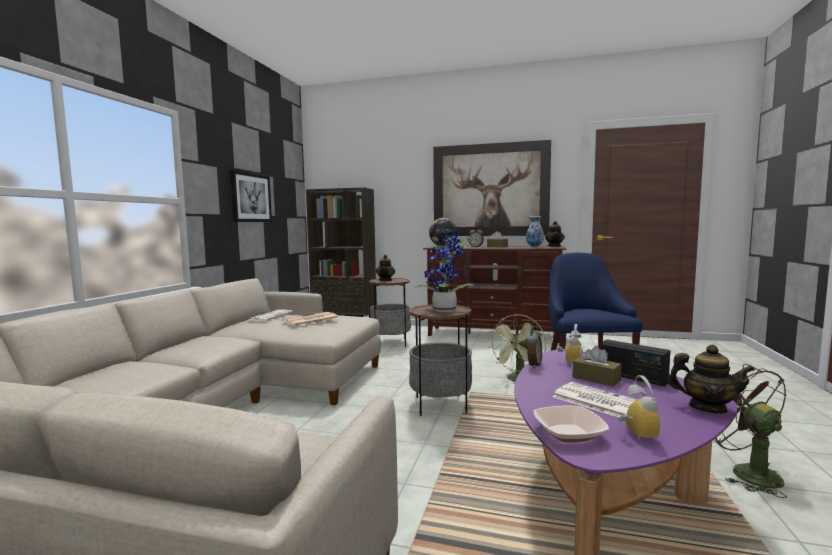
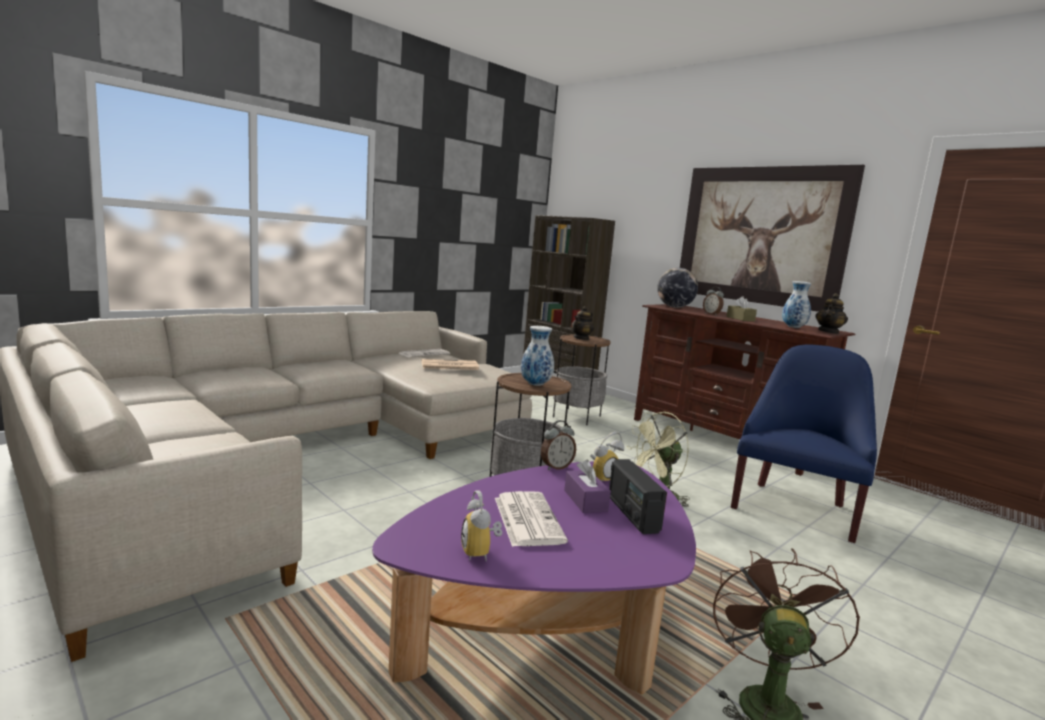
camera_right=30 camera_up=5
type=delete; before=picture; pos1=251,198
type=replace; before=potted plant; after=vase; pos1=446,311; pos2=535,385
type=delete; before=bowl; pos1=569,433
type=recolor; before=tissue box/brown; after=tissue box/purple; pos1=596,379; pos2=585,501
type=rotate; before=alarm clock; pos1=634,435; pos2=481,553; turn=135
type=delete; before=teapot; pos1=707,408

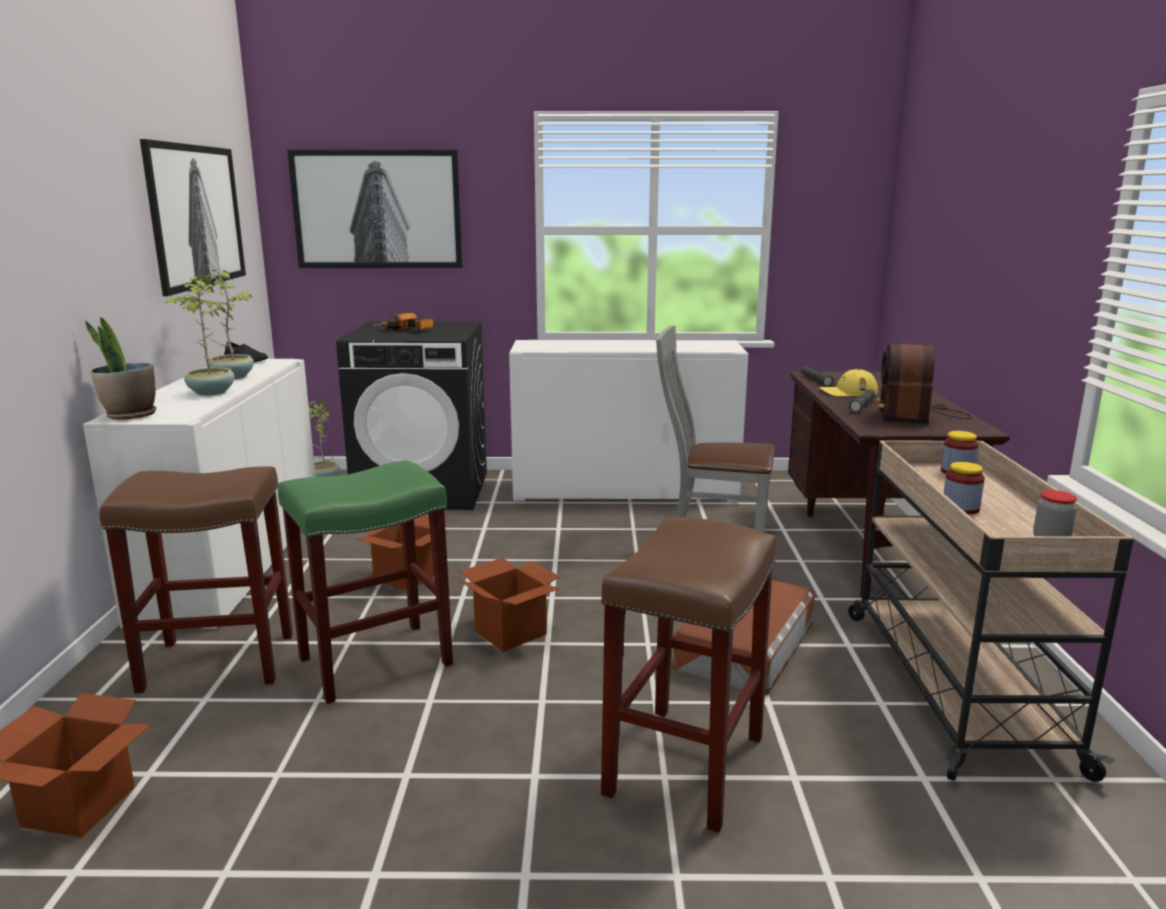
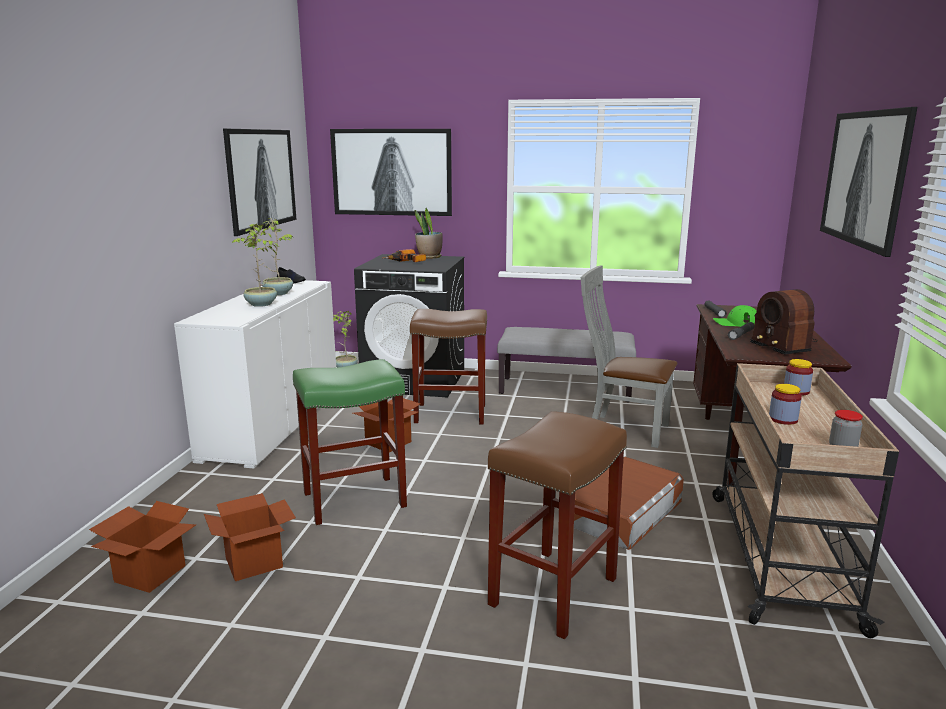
camera_right=10 camera_up=0
type=move; before=potted plant; pos1=130,415; pos2=429,257
type=move; before=stool/brown; pos1=221,661; pos2=451,413
type=move; before=cardboard box; pos1=510,633; pos2=254,563
type=replace; before=cabinet/white; after=bench/grey; pos1=624,490; pos2=565,389
type=recolor; before=cap/yellow; after=cap/green; pos1=848,392; pos2=736,323
type=rotate; before=radio; pos1=917,415; pos2=782,344; turn=-45
type=insert; after=picture; pos2=866,178

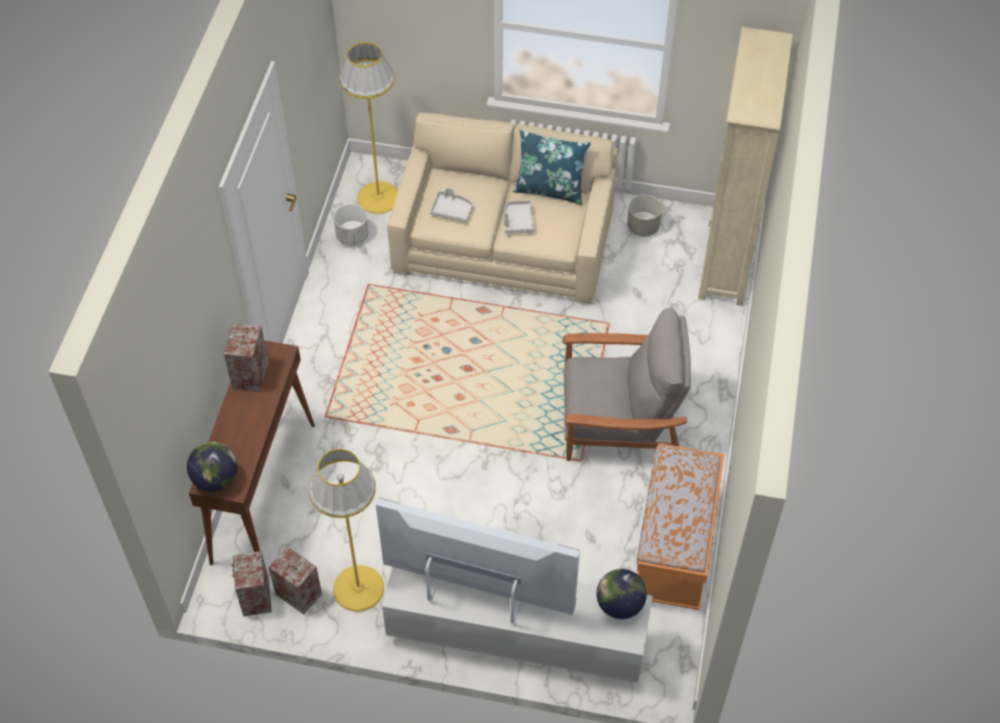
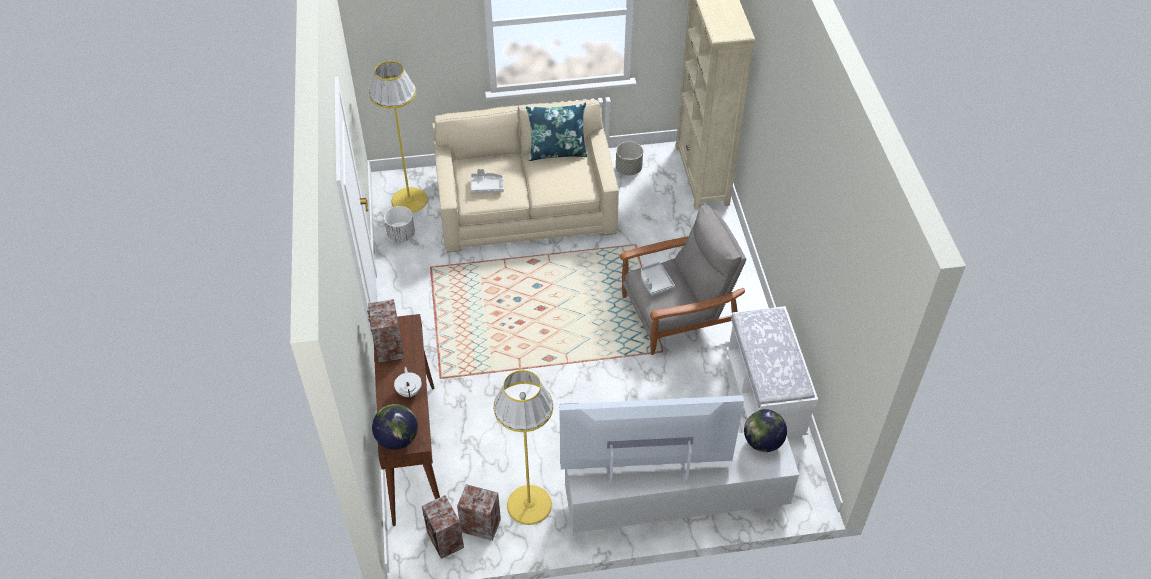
camera_right=-20 camera_up=-5
type=move; before=tray/grey; pos1=518,221; pos2=655,282
type=recolor; before=bench/orange; after=bench/white; pos1=674,548; pos2=765,395
type=insert; after=teapot/white; pos2=409,391

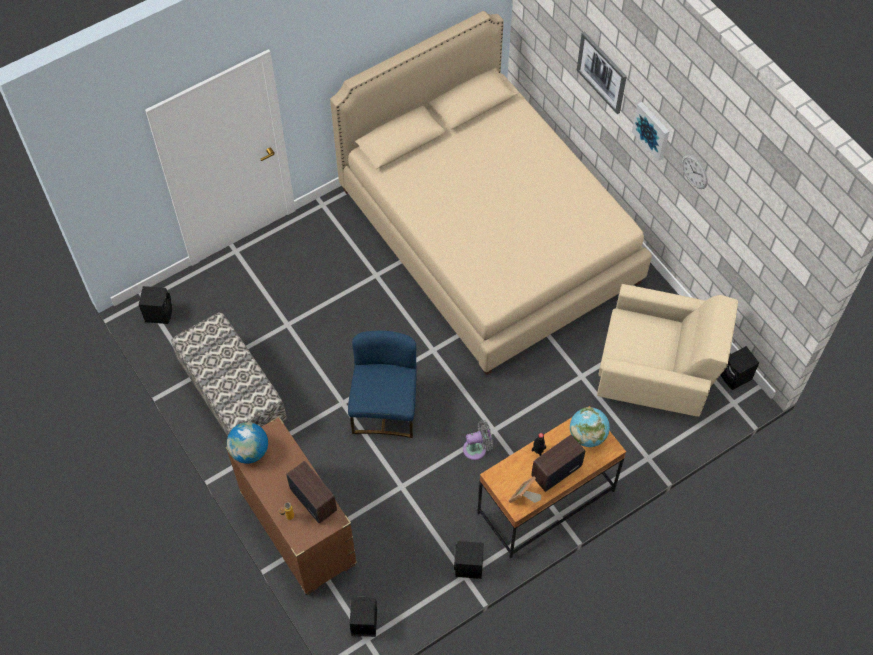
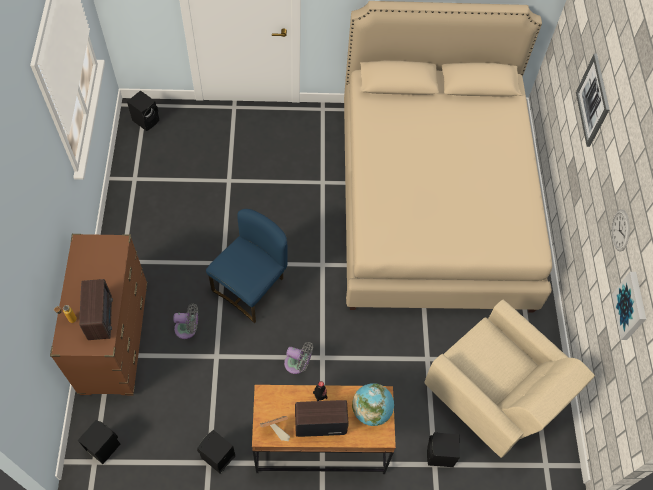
camera_right=30 camera_up=0
type=delete; before=bench; pos1=233,396
type=delete; before=globe; pos1=249,451
type=move; before=picture; pos1=652,130; pos2=631,306
type=move; before=speaker/black; pos1=736,377; pos2=440,456
type=insert; after=fan/grey; pos2=188,329

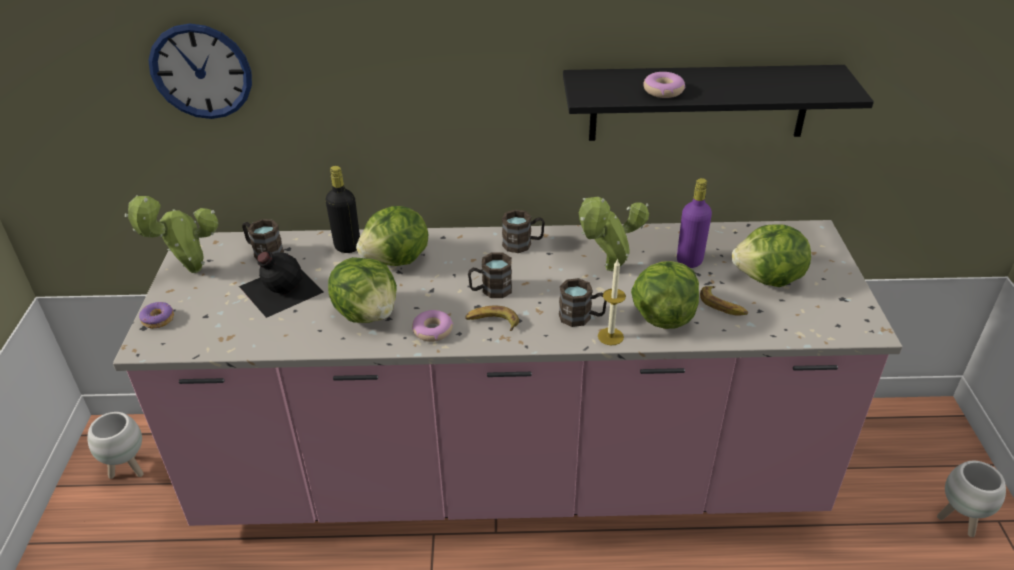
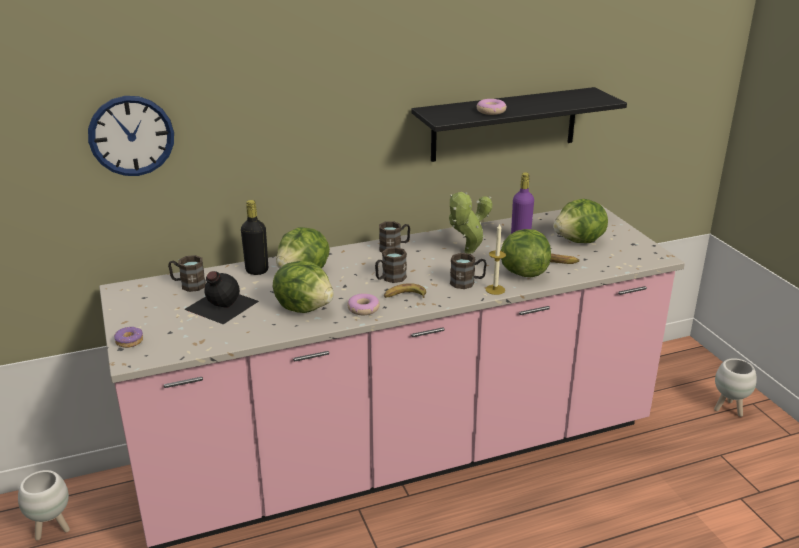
camera_right=-20 camera_up=-10
type=delete; before=potted plant; pos1=190,271

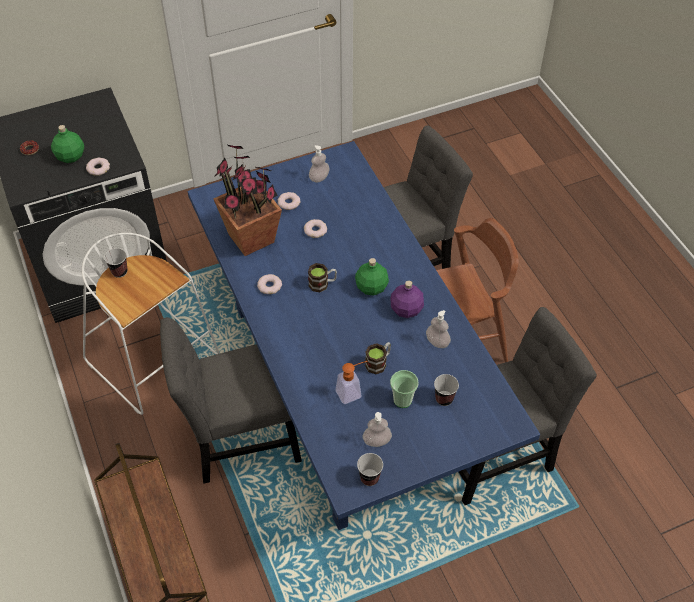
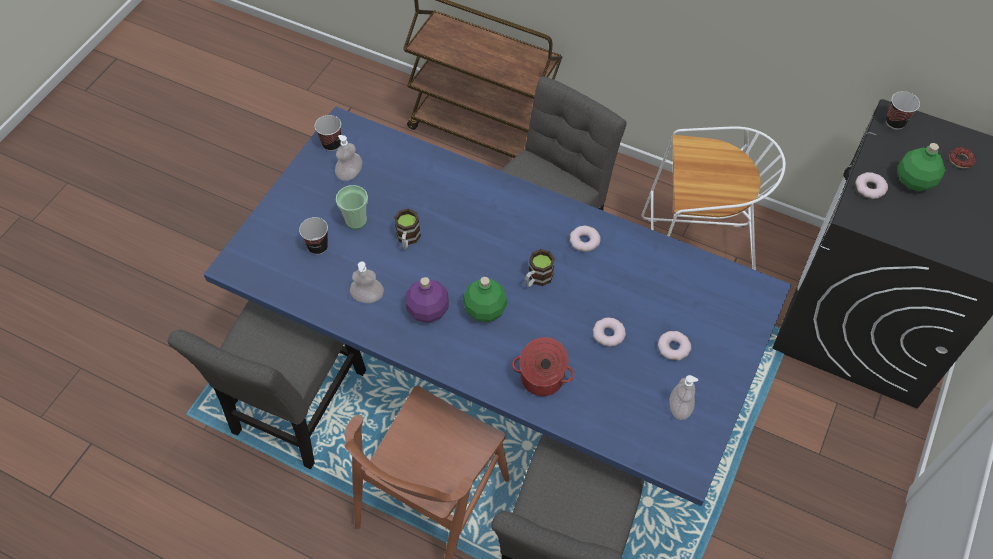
camera_right=140 camera_up=5
type=move; before=cup; pos1=119,272; pos2=895,122
type=delete; before=potted plant; pos1=252,239
type=delete; before=soap dispenser; pos1=352,392
type=insert; after=cooking pot; pos2=542,379

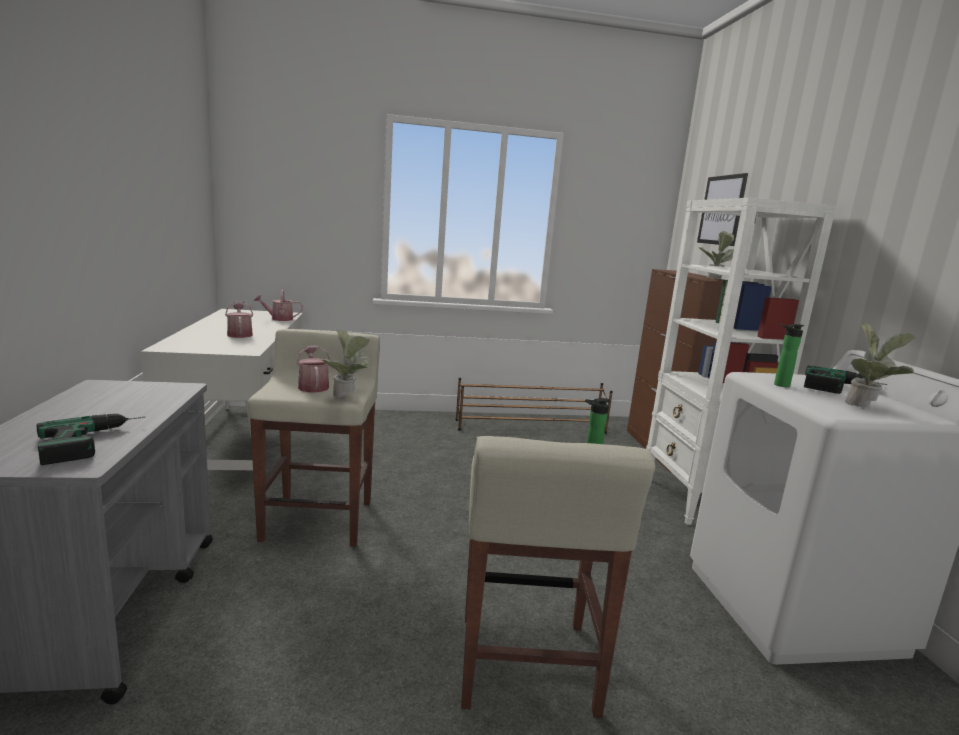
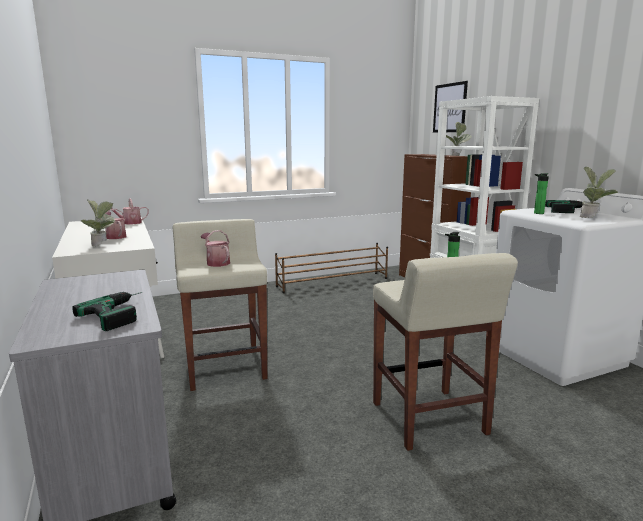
camera_right=-15 camera_up=0
type=move; before=potted plant; pos1=348,396; pos2=103,245

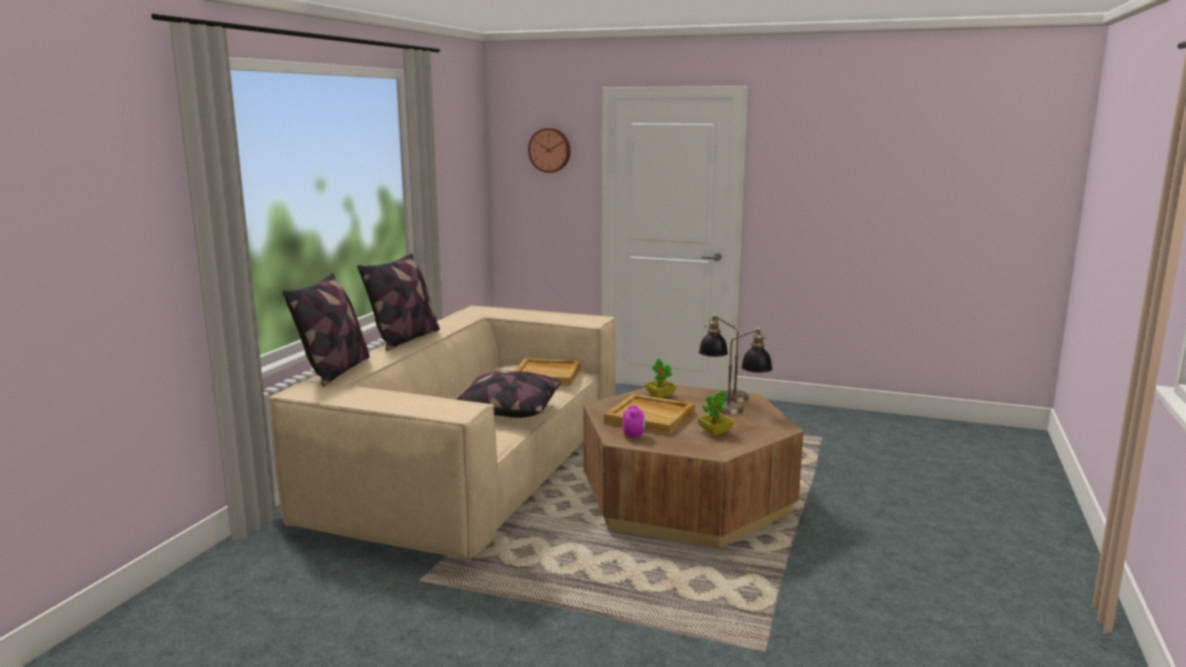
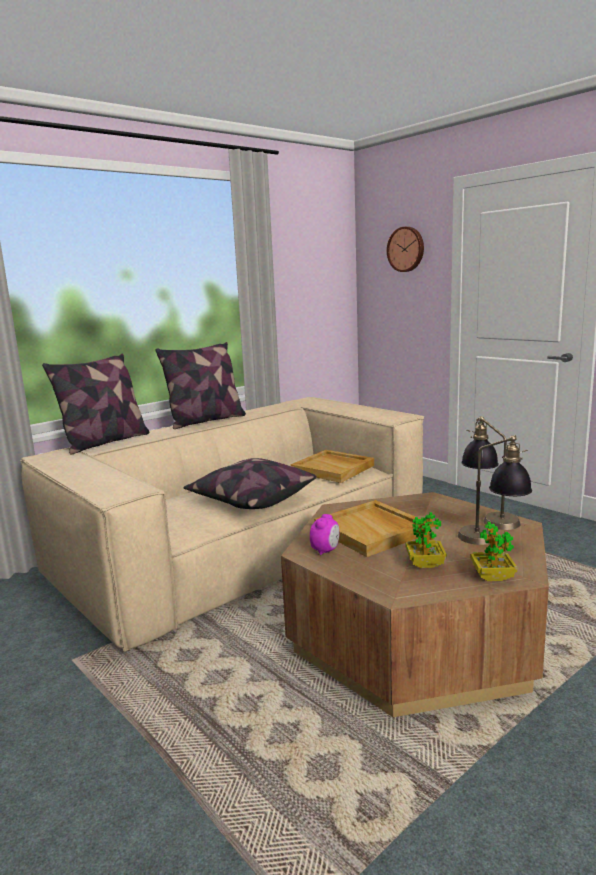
camera_right=30 camera_up=0
type=move; before=potted plant; pos1=660,395; pos2=492,577

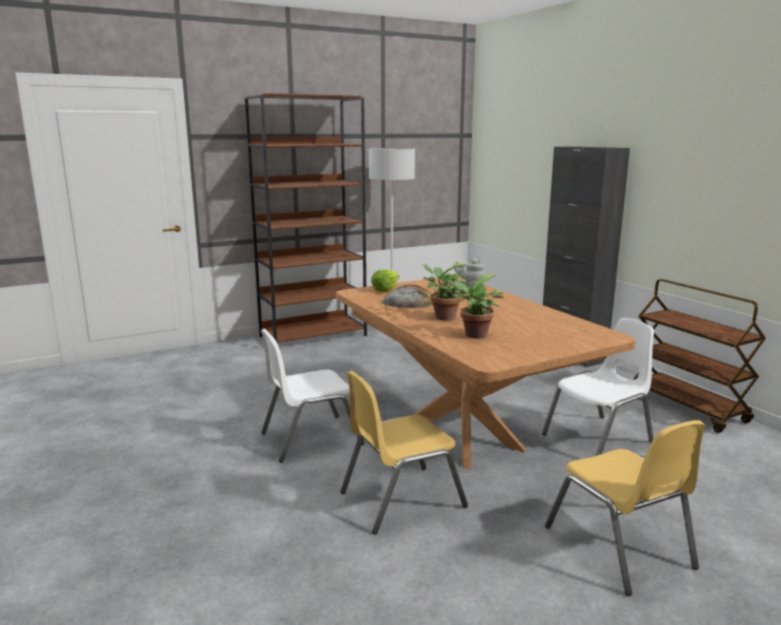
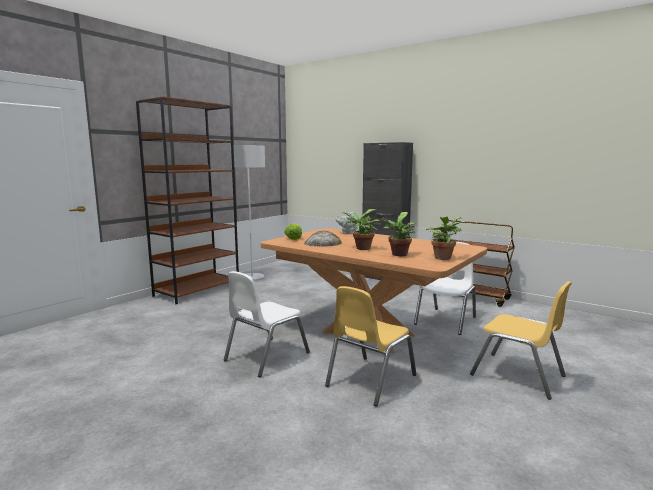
camera_right=-25 camera_up=-5
type=insert; after=potted plant; pos2=443,257

